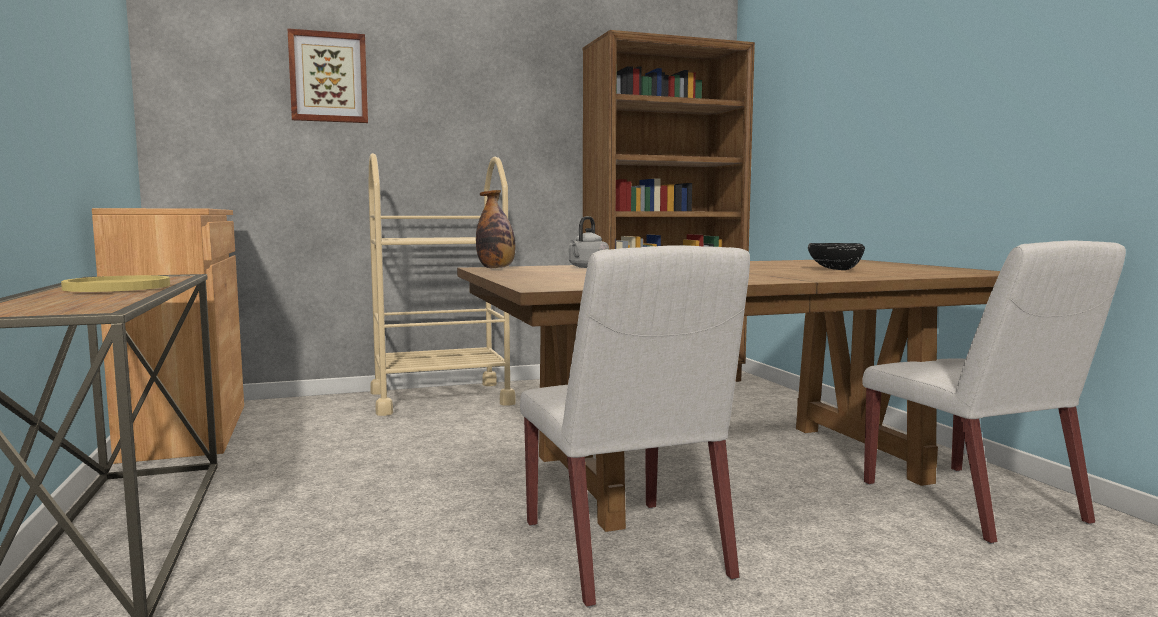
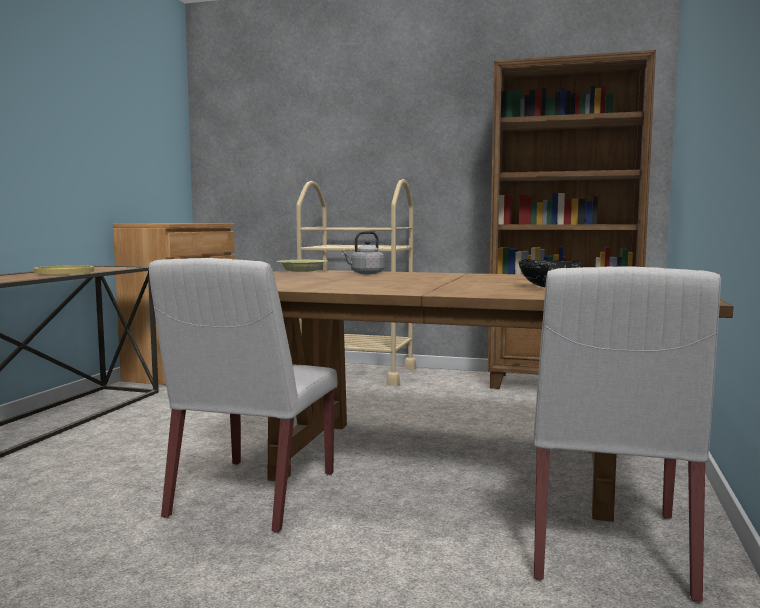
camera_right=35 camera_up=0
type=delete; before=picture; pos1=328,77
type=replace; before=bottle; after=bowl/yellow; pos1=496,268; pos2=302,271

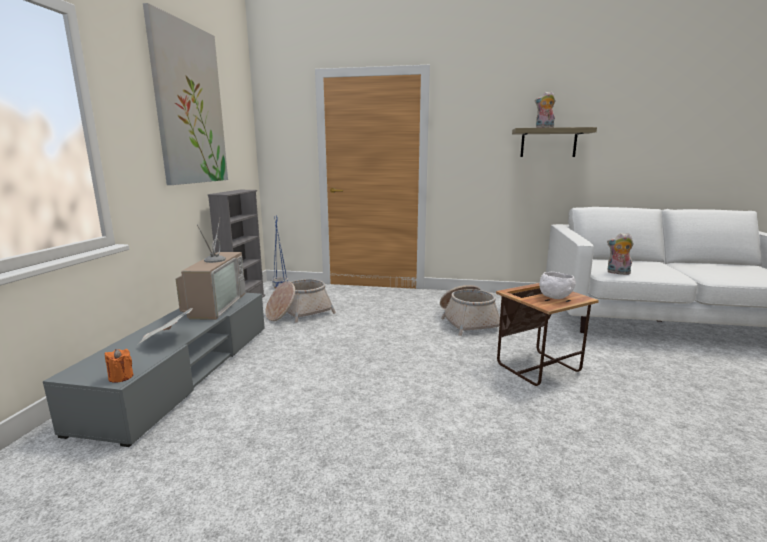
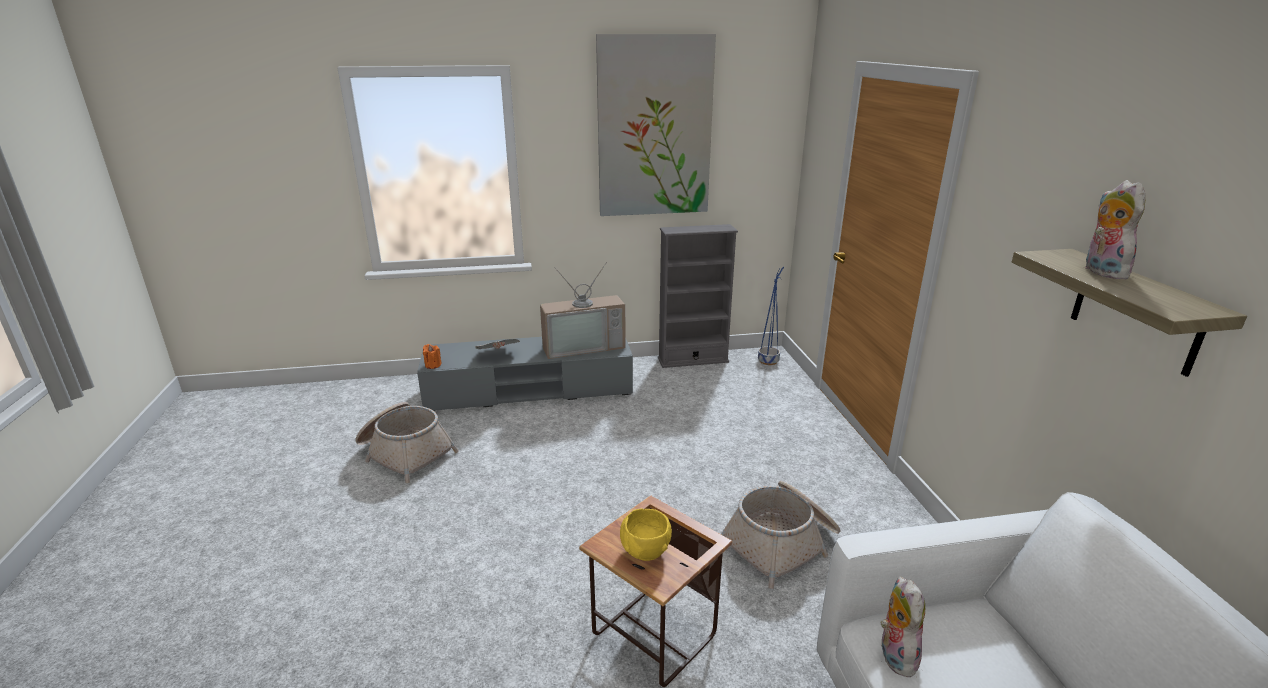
camera_right=70 camera_up=10
type=move; before=basket; pos1=299,313; pos2=405,453
type=recolor; before=bowl/white; after=bowl/yellow; pos1=555,297; pos2=645,552

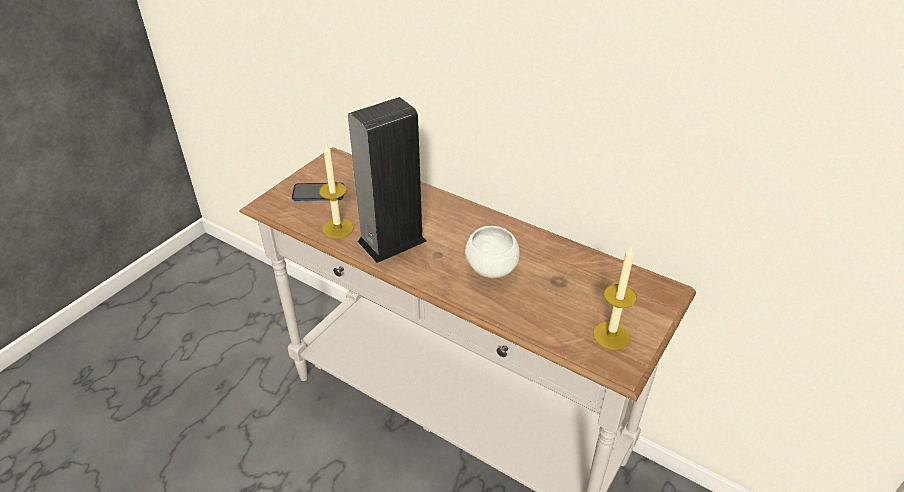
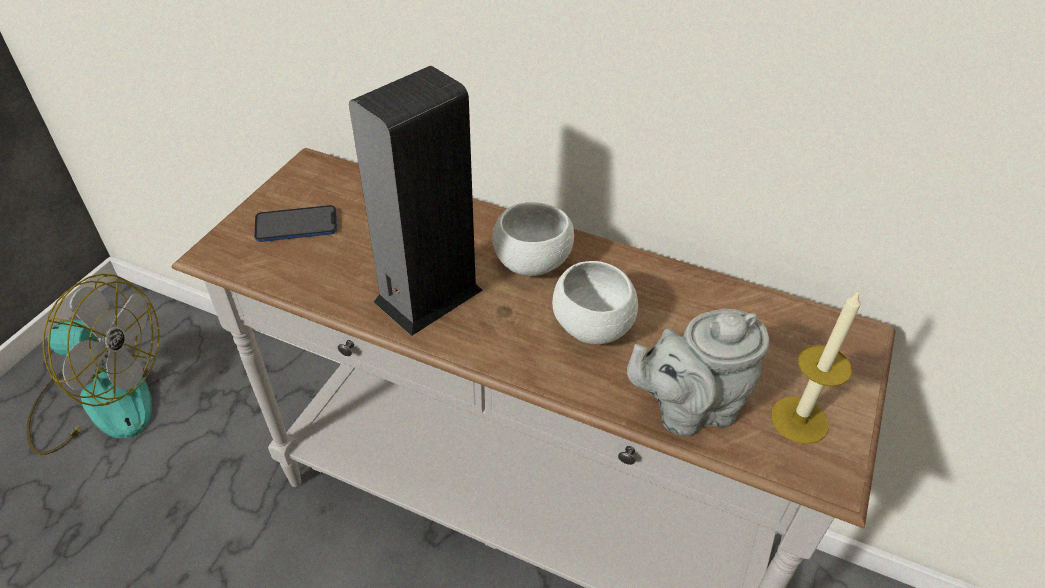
camera_right=-10 camera_up=5
type=delete; before=candle; pos1=338,228
type=insert; after=fan; pos2=101,399
type=insert; after=bowl/white; pos2=532,263
type=insert; after=teapot/grey; pos2=688,408

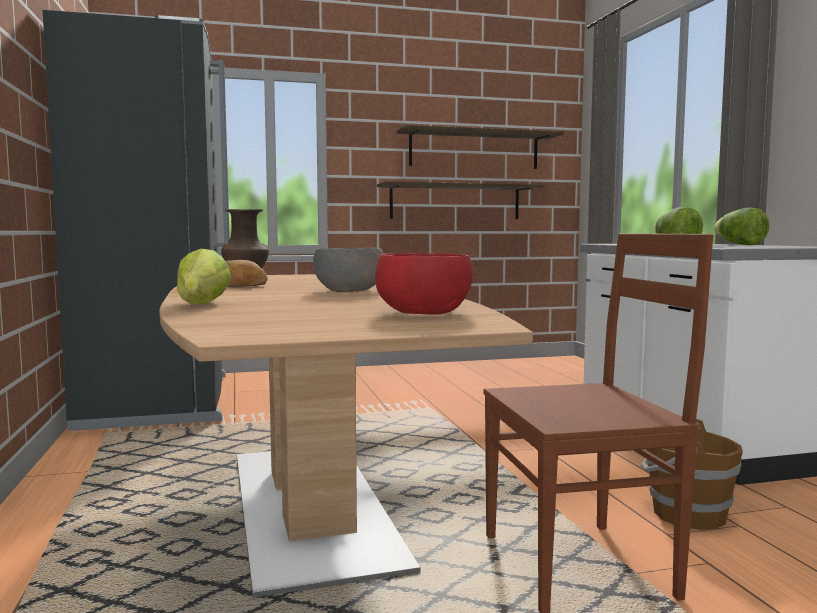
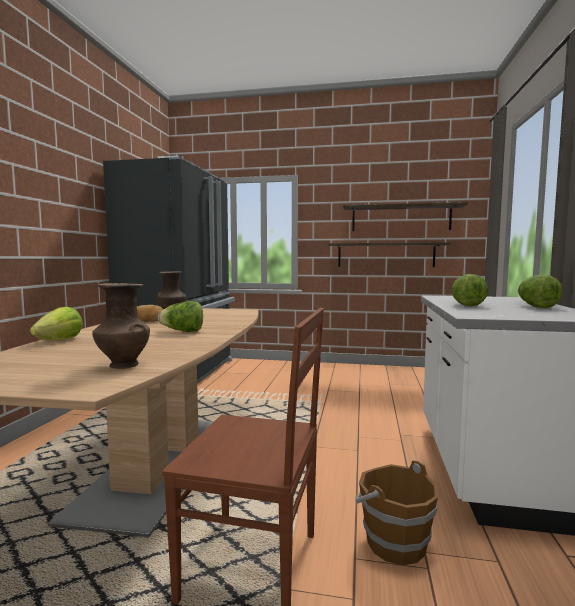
camera_right=25 camera_up=0
type=replace; before=bowl/grey; after=lettuce; pos1=349,291; pos2=183,331
type=replace; before=bowl/red; after=vase/brown; pos1=423,313; pos2=122,365

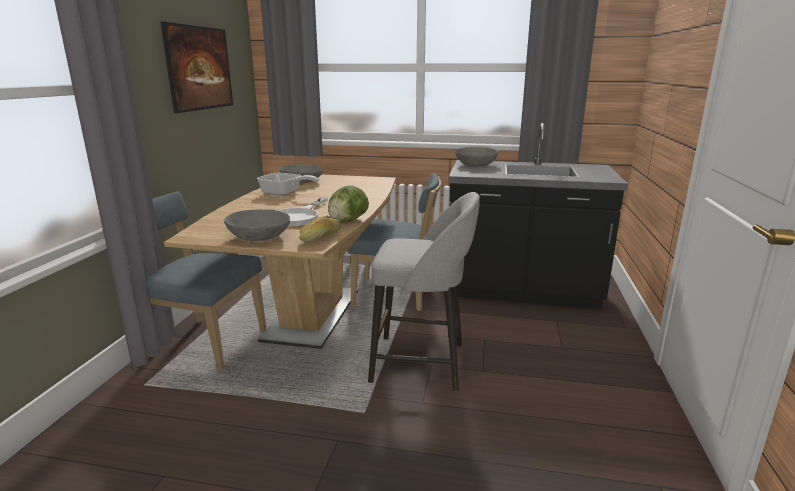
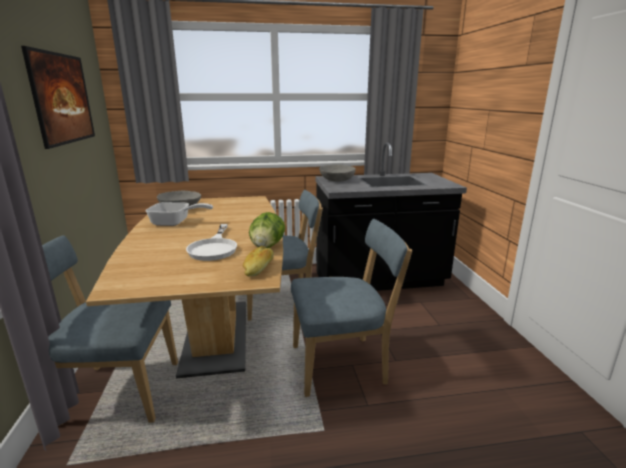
camera_right=-20 camera_up=0
type=delete; before=bowl/grey; pos1=258,237
type=replace; before=stool/grey; after=chair/blue; pos1=421,363; pos2=343,364

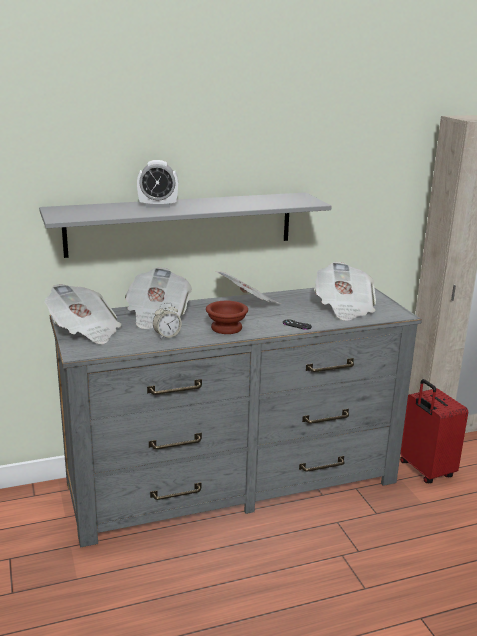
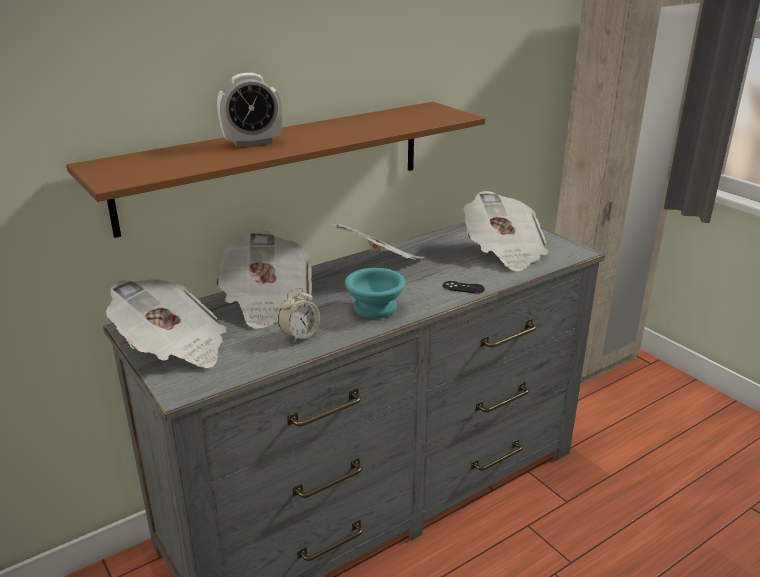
camera_right=-15 camera_up=5
type=recolor; before=shelf/grey; after=shelf/brown; pos1=181,224; pos2=277,164
type=recolor; before=bowl/brown; after=bowl/turquoise; pos1=225,328; pos2=373,309
type=delete; before=suitcase/red; pos1=425,470

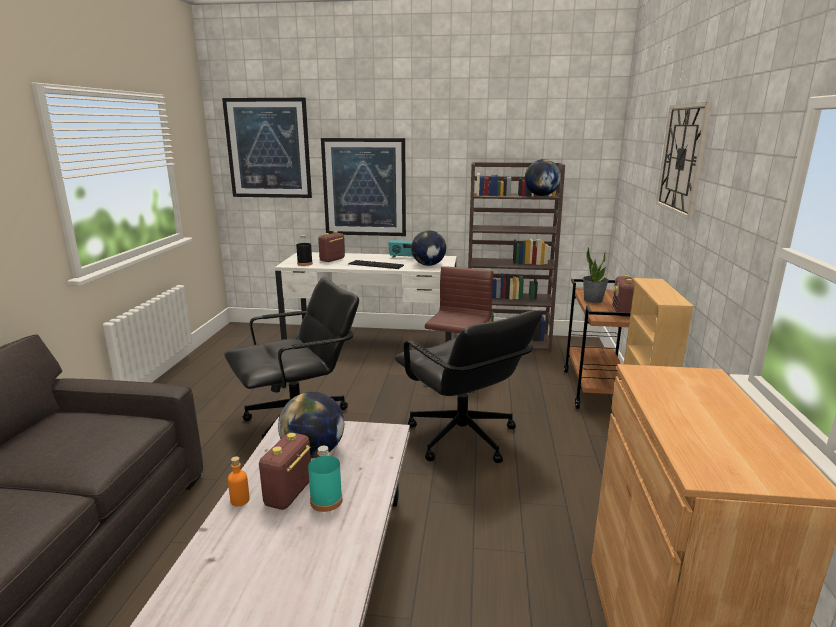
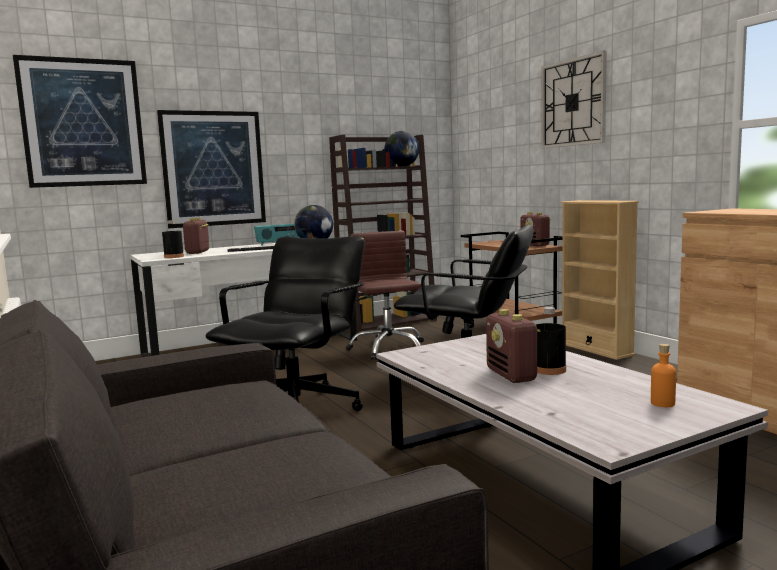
camera_right=-35 camera_up=-10
type=move; before=bottle/orange; pos1=240,500; pos2=662,403
type=delete; before=globe; pos1=313,452
type=recolor; before=bottle/turquoise; after=bottle/black; pos1=326,501; pos2=549,370
type=delete; before=potted plant; pos1=593,300

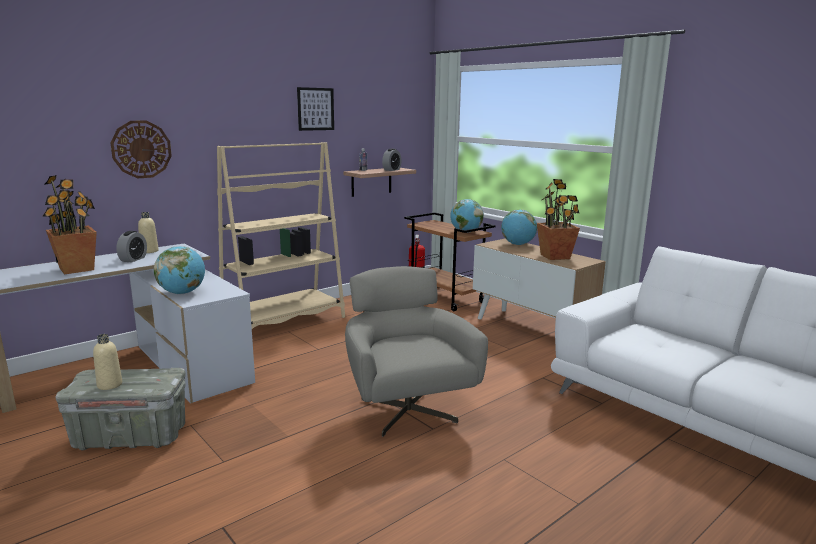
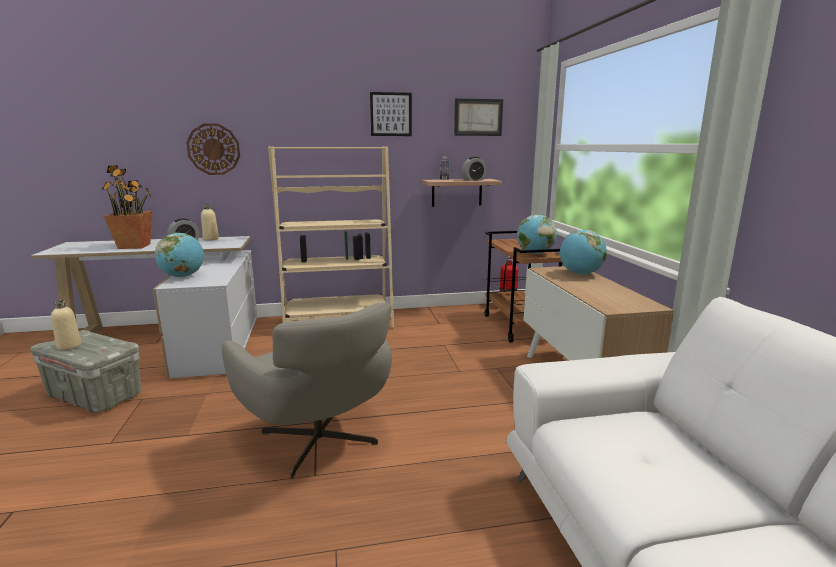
camera_right=30 camera_up=0
type=rotate; before=armchair/grey; pos1=406,409; pos2=321,441; turn=135
type=delete; before=potted plant; pos1=555,257
type=insert; after=picture; pos2=478,117

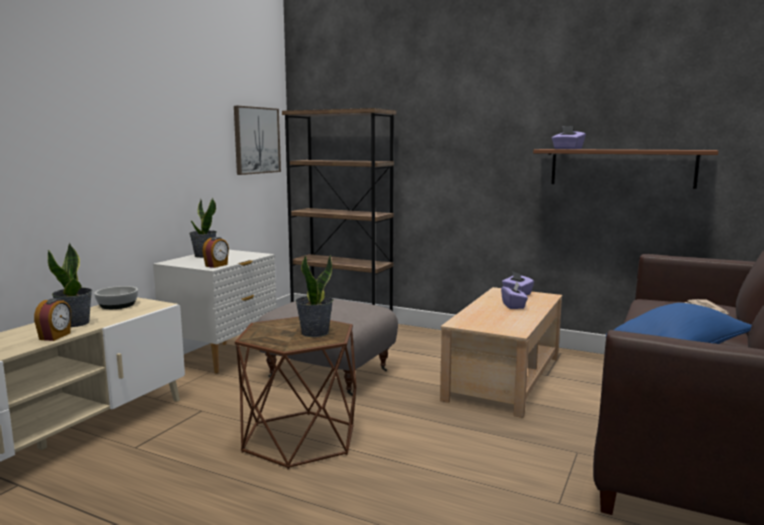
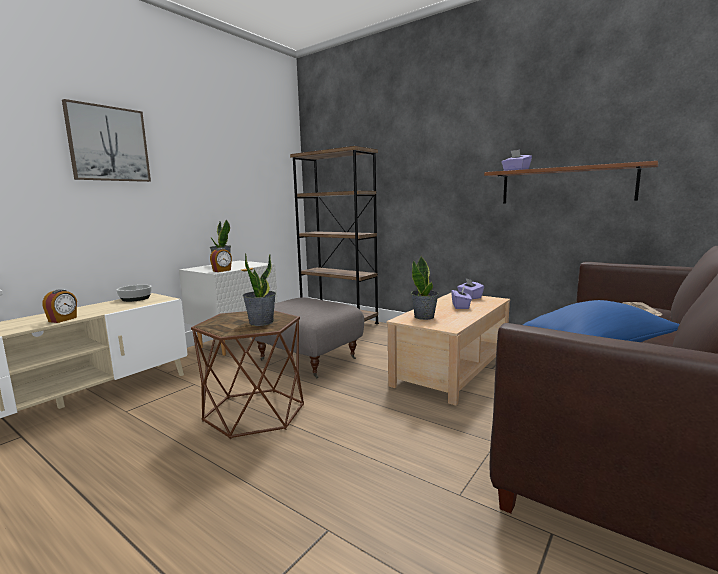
camera_right=10 camera_up=0
type=move; before=potted plant; pos1=75,323; pos2=424,317
type=move; before=picture; pos1=256,140; pos2=108,144

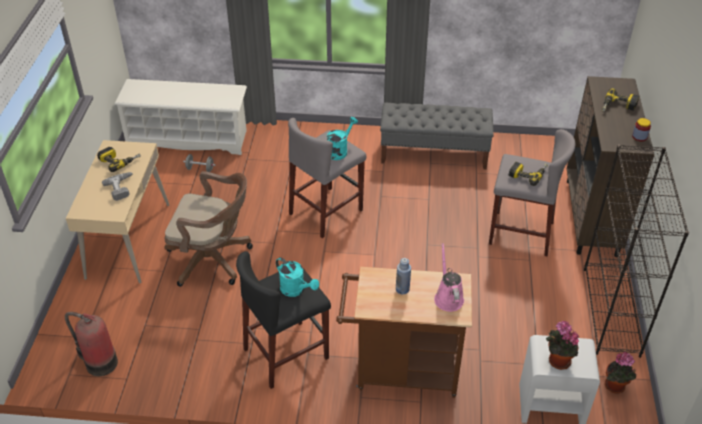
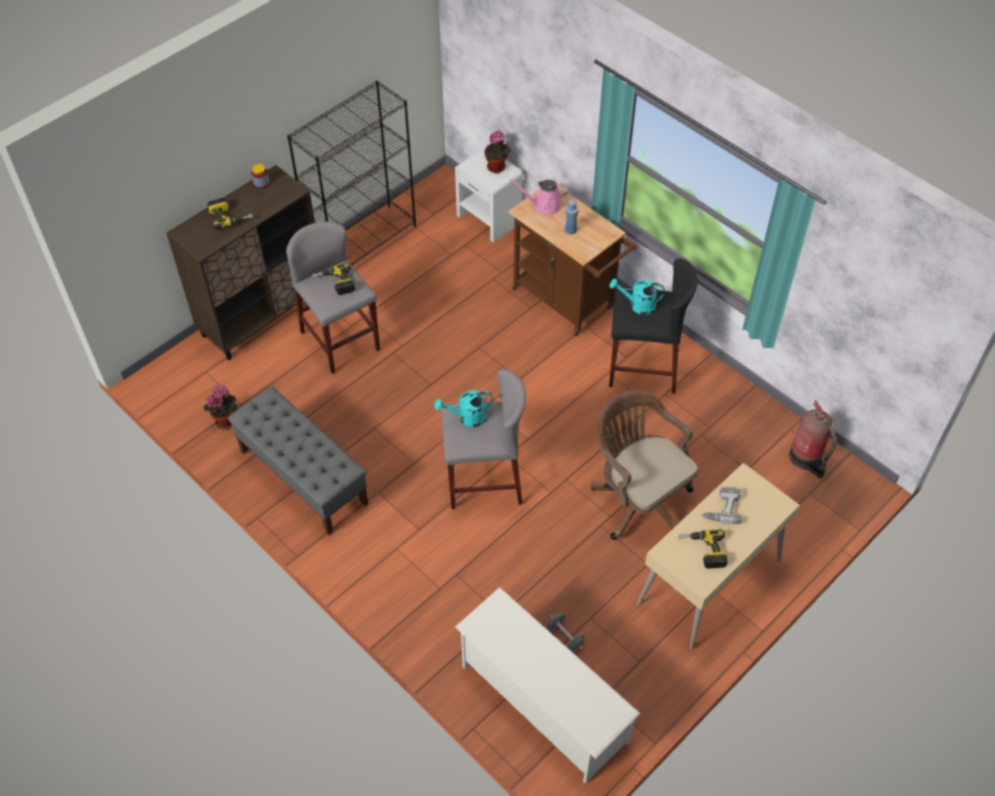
camera_right=-140 camera_up=10
type=rotate; before=watering can/turquoise; pos1=296,290; pos2=637,305; turn=-75
type=rotate; before=watering can/pink; pos1=448,297; pos2=544,206; turn=60
type=move; before=potted plant; pos1=616,387; pos2=226,420

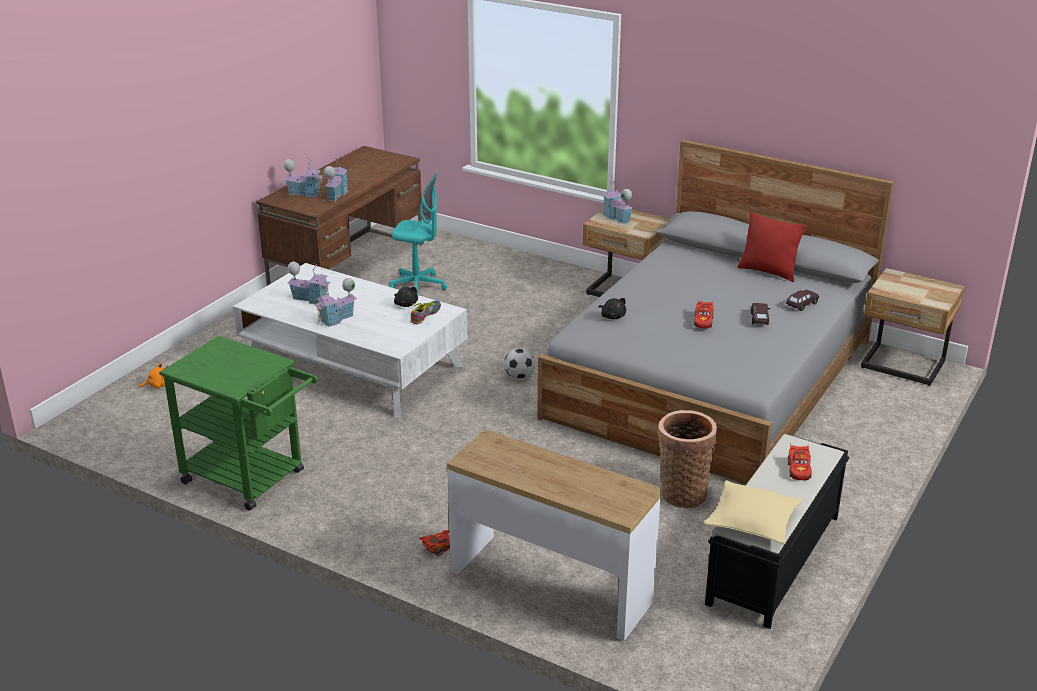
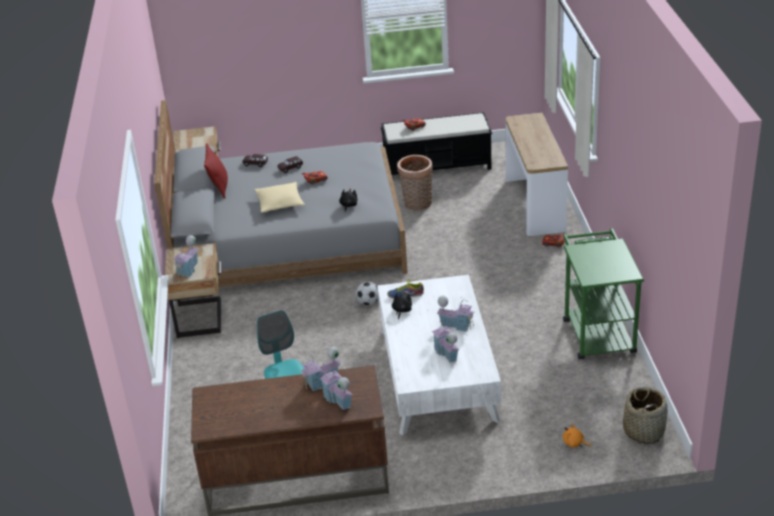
camera_right=-125 camera_up=5
type=move; before=pillow/beige; pos1=752,521; pos2=279,203
type=insert; after=basket; pos2=644,431

